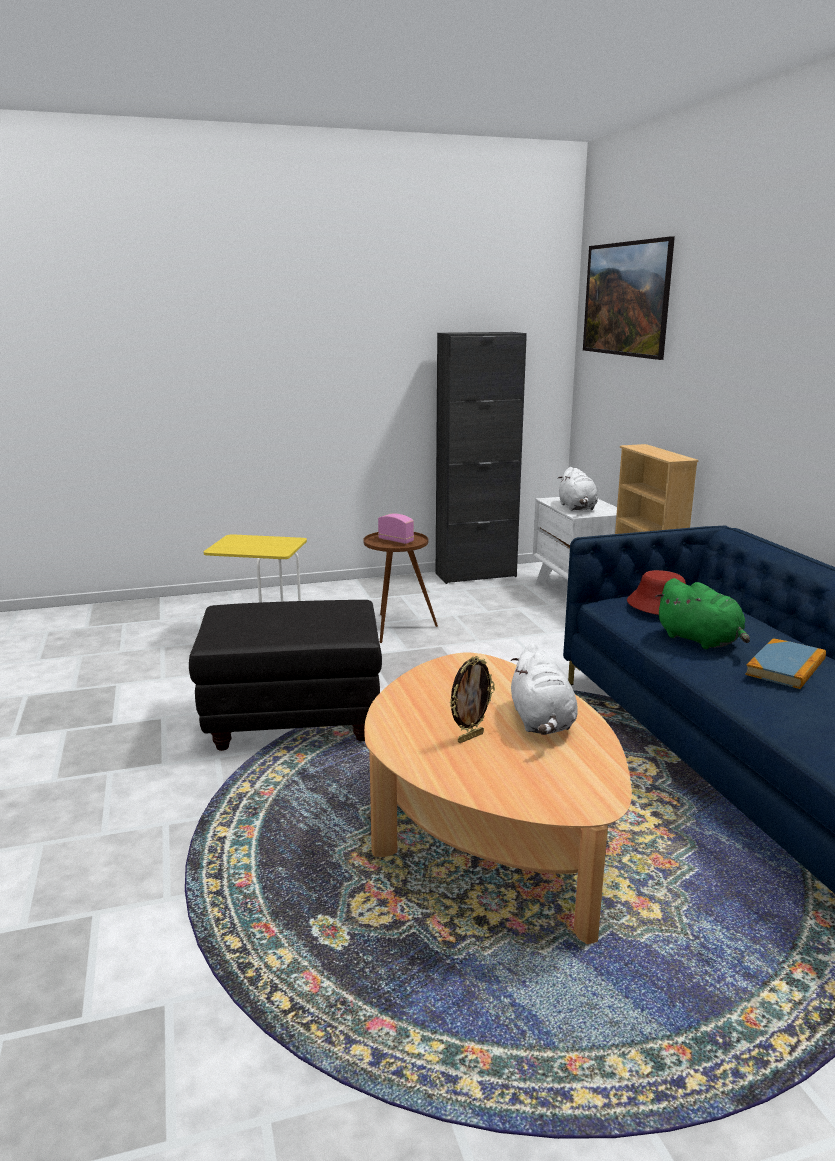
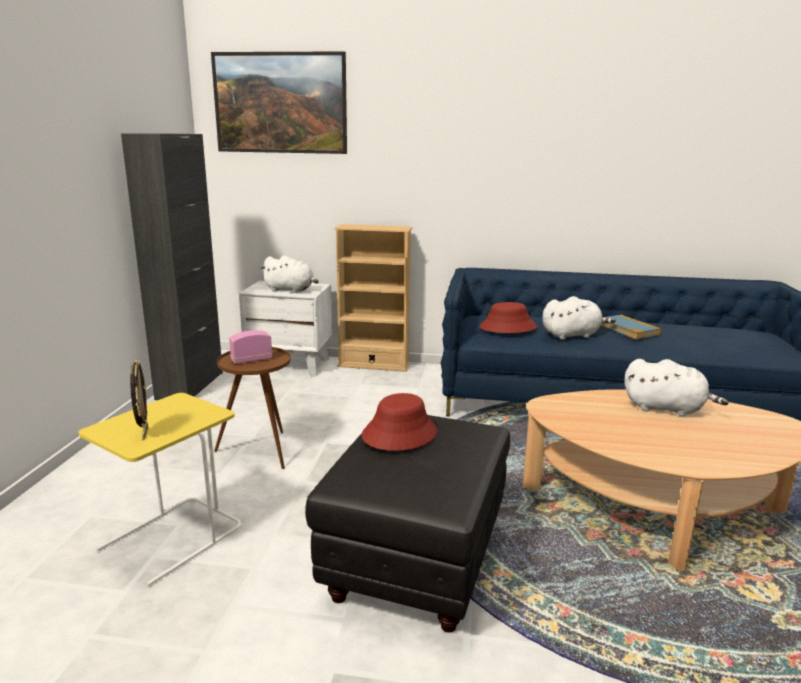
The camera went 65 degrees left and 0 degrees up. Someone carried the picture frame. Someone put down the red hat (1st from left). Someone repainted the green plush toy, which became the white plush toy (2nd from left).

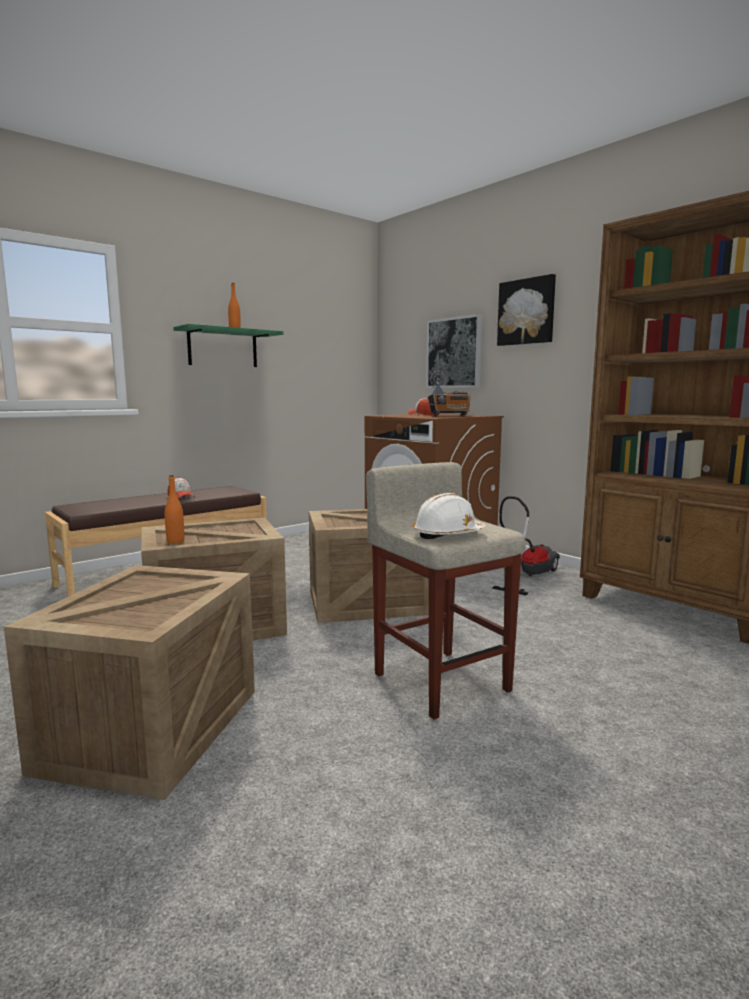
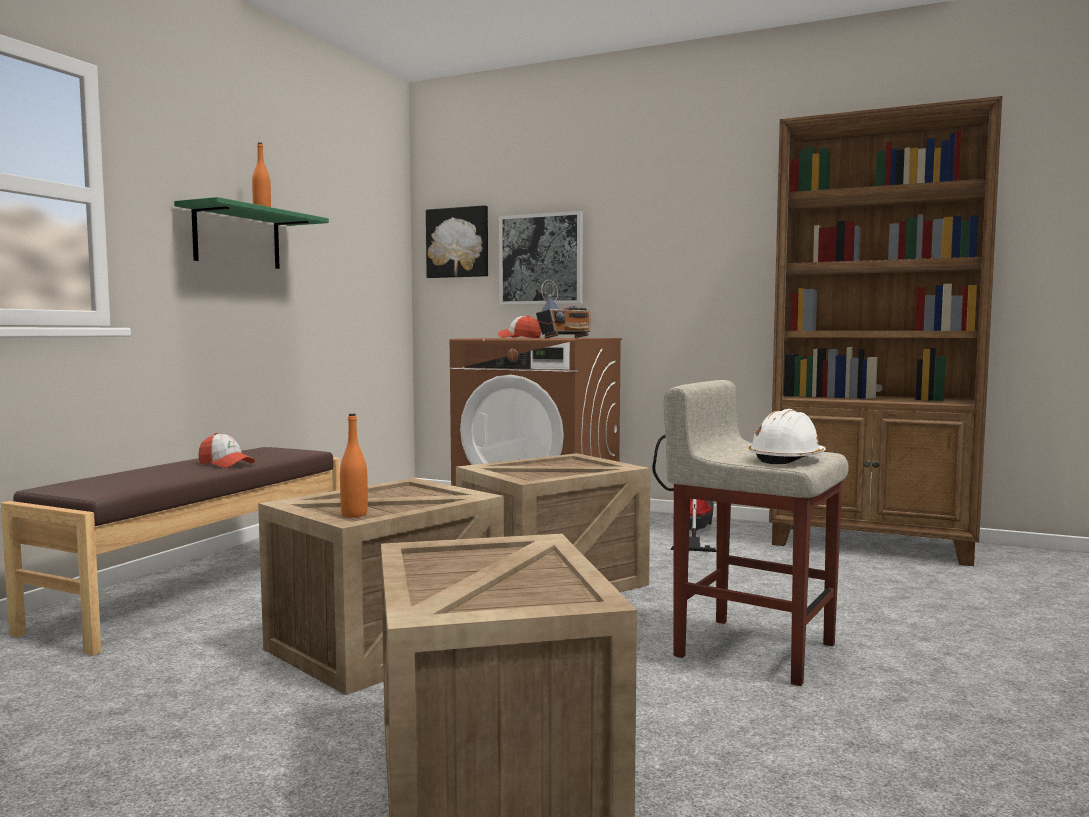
The camera went 25 degrees left and 5 degrees down. Someone carried the picture (2nd from left in the first image).

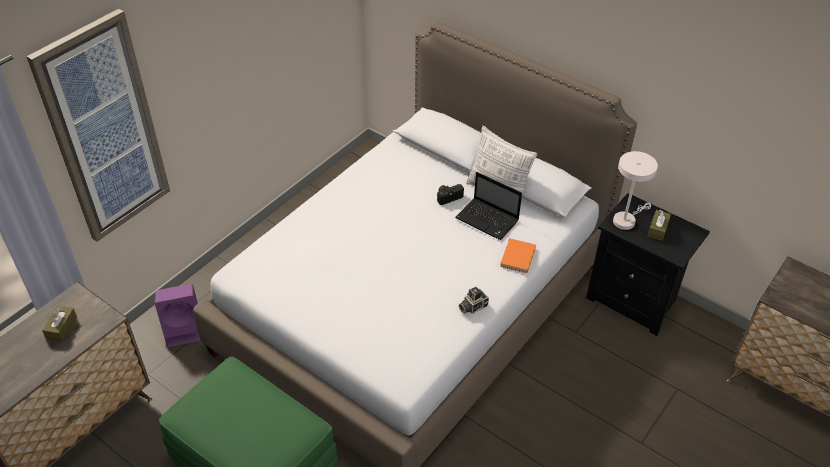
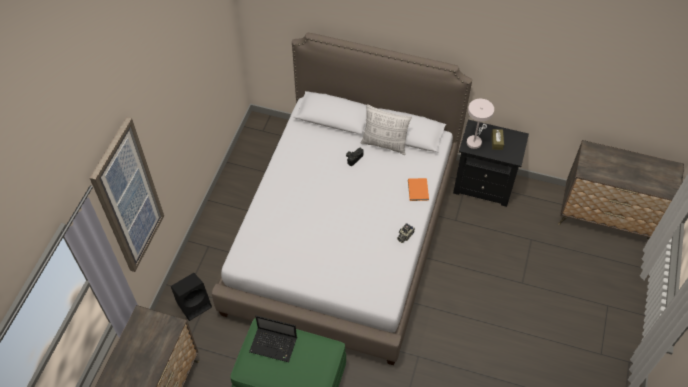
The camera went 20 degrees left and 10 degrees up. Someone repainted the purple speaker, which became the black speaker. Someone carried the laptop. Someone took away the brown tissue box (1st from left).

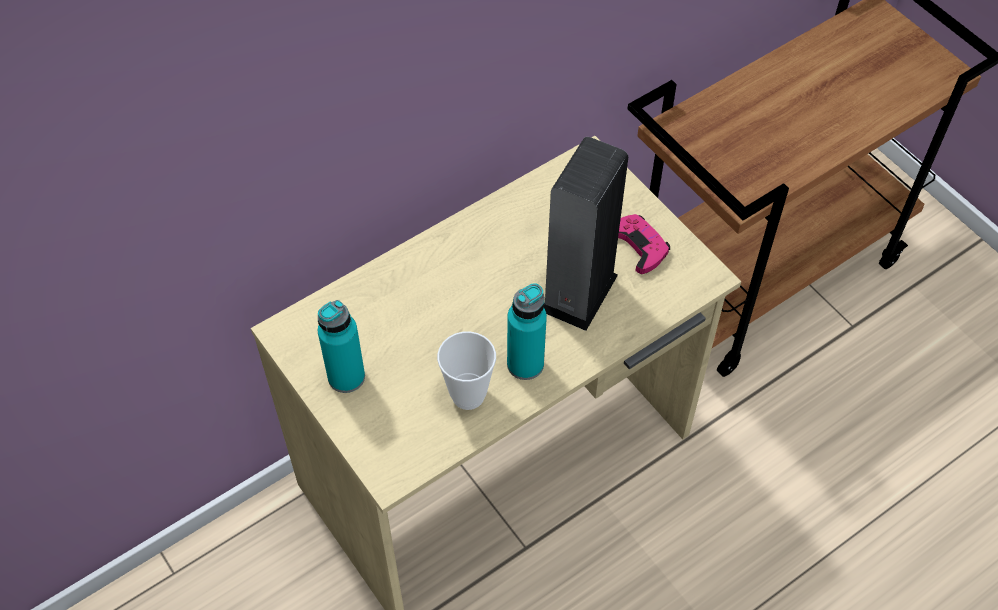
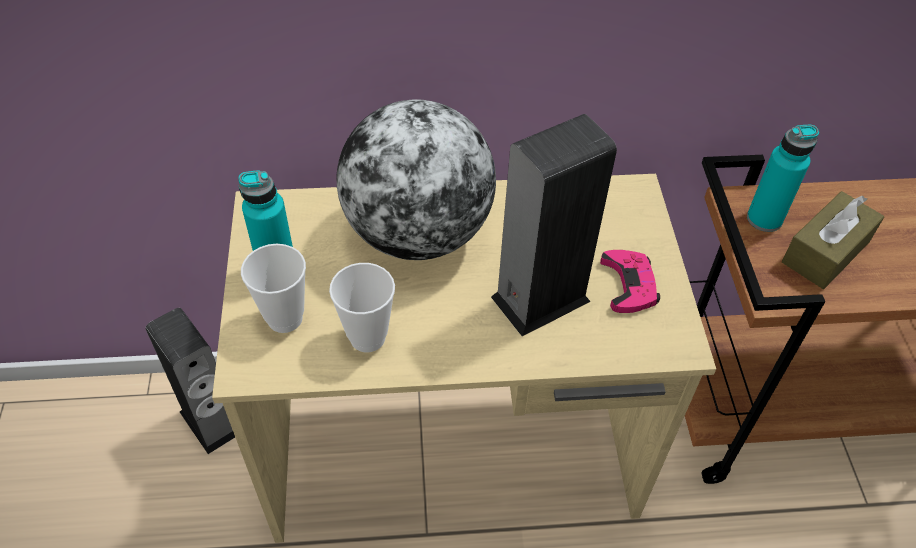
The camera went 30 degrees right and 5 degrees down. Someone put down the speaker (1st from left). Someone put down the cup (1st from left). Someone put down the globe. Someone carried the turquoise bottle (2nd from left). Someone put down the brown tissue box.

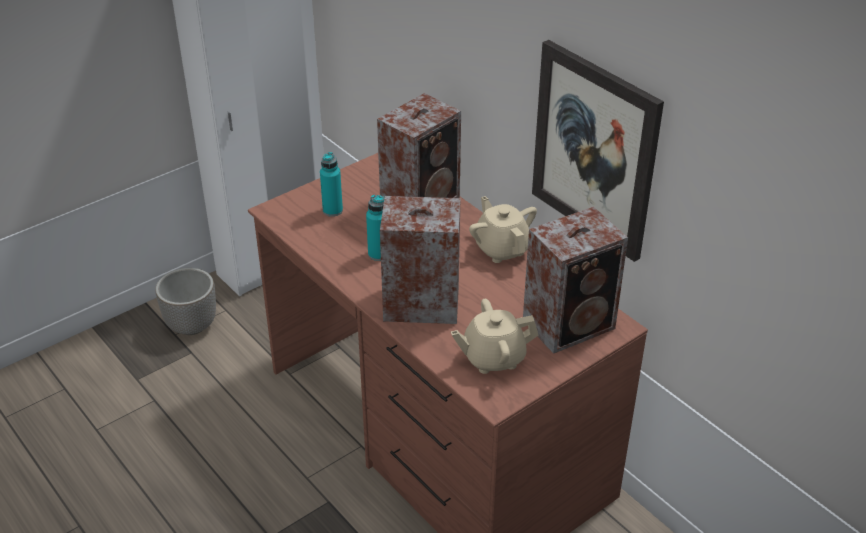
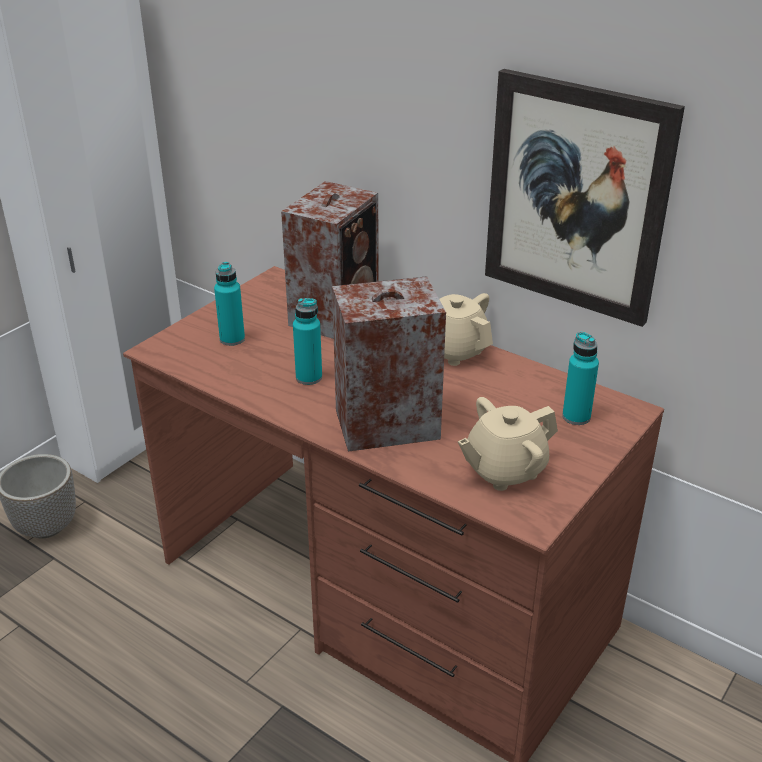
The camera went 15 degrees left and 5 degrees down. Someone swapped the speaker (3rd from left) for the turquoise bottle (3rd from left).

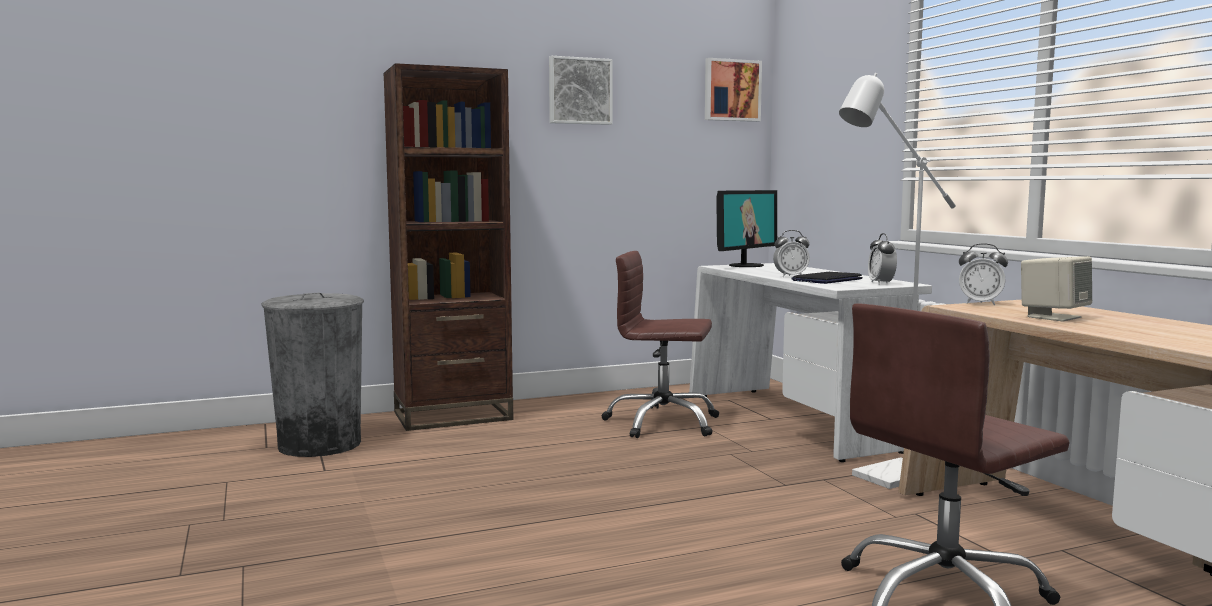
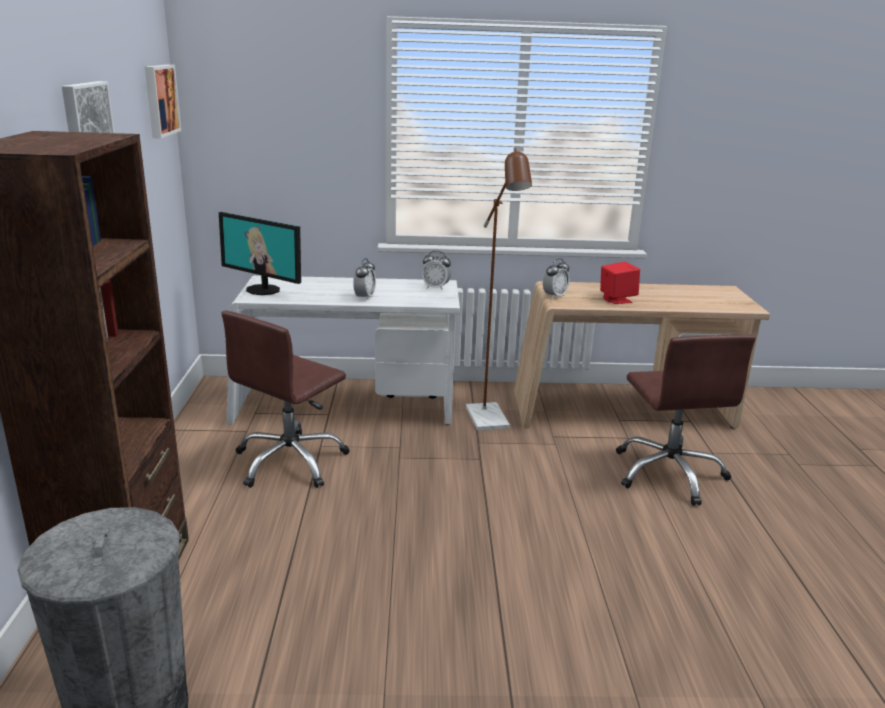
The camera went 70 degrees left and 15 degrees up. Someone rotated the monitor by 150 degrees clockwise. Someone repainted the white floor lamp, which became the brown floor lamp. Someone repainted the beige speaker, which became the red speaker. Someone took away the laptop.

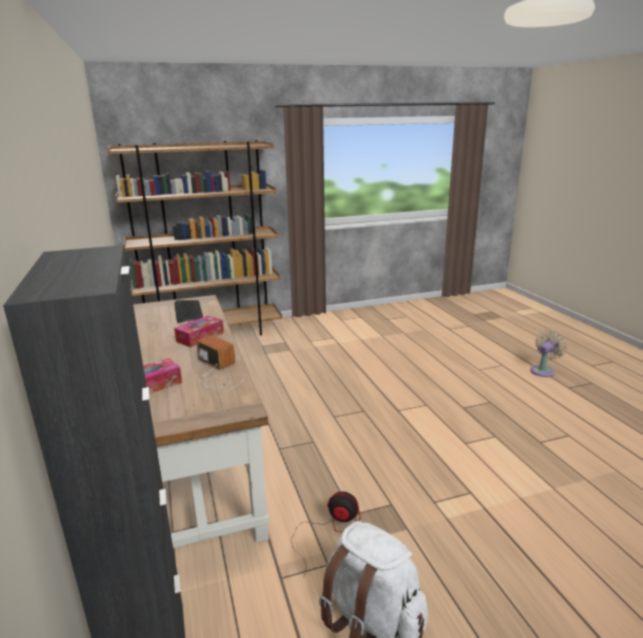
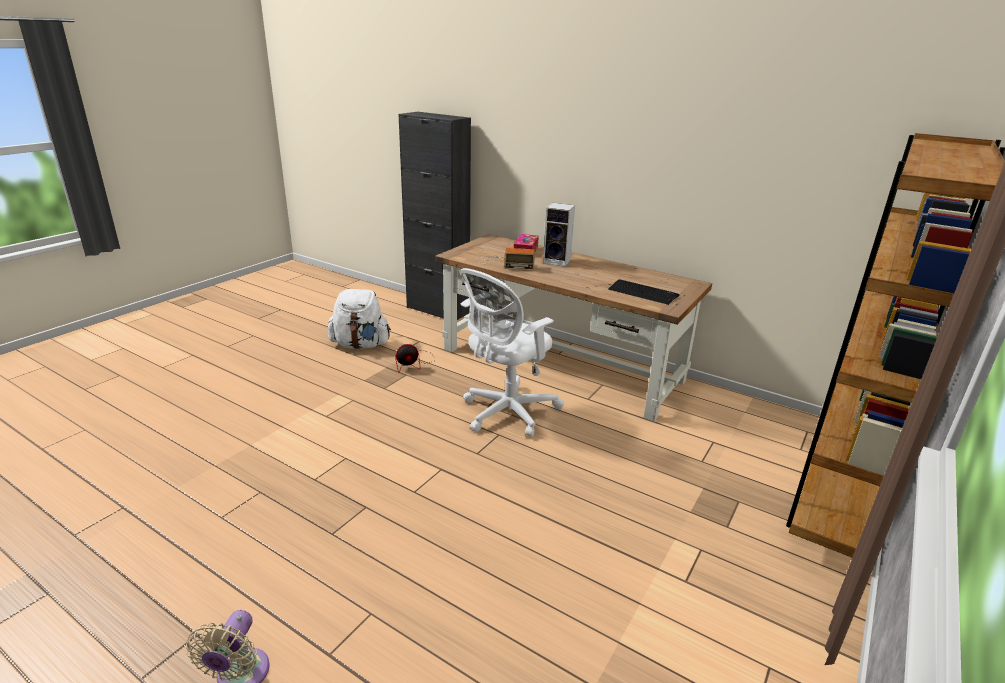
The camera went 140 degrees right and 5 degrees up. Someone put down the white office chair. Someone put down the speaker. Someone took away the tissue box (2nd from left).

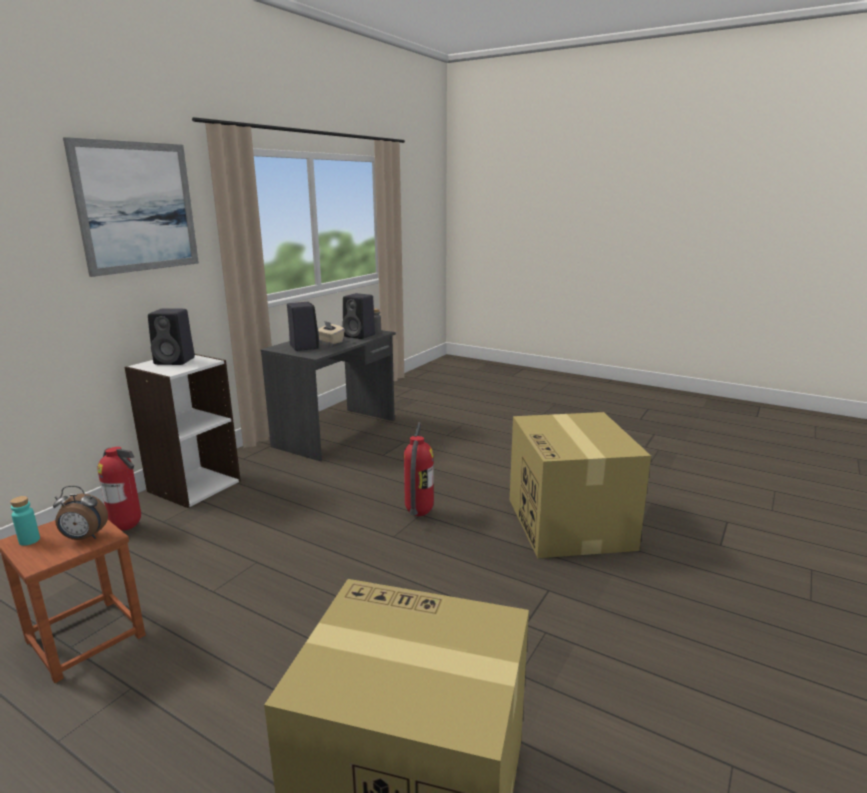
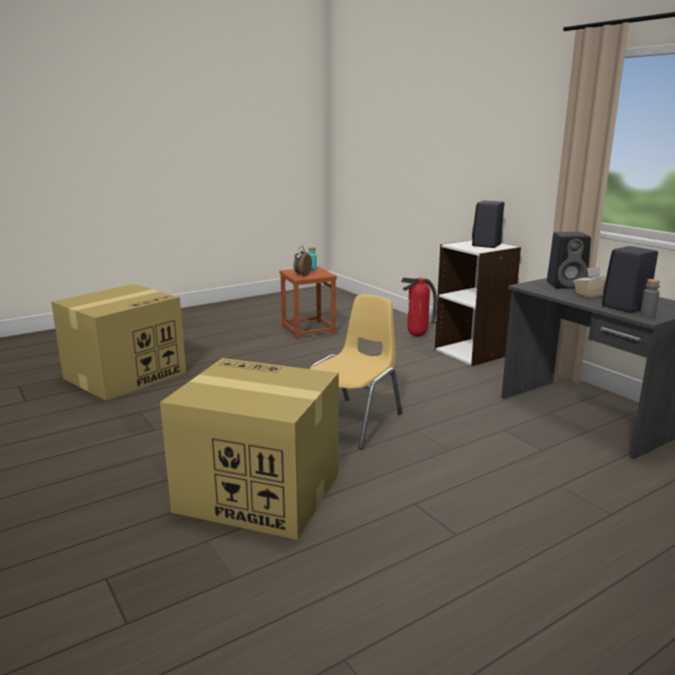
The camera went 115 degrees right and 0 degrees up. Someone swapped the fire extinguisher (2nd from left) for the yellow chair. Someone took away the picture.

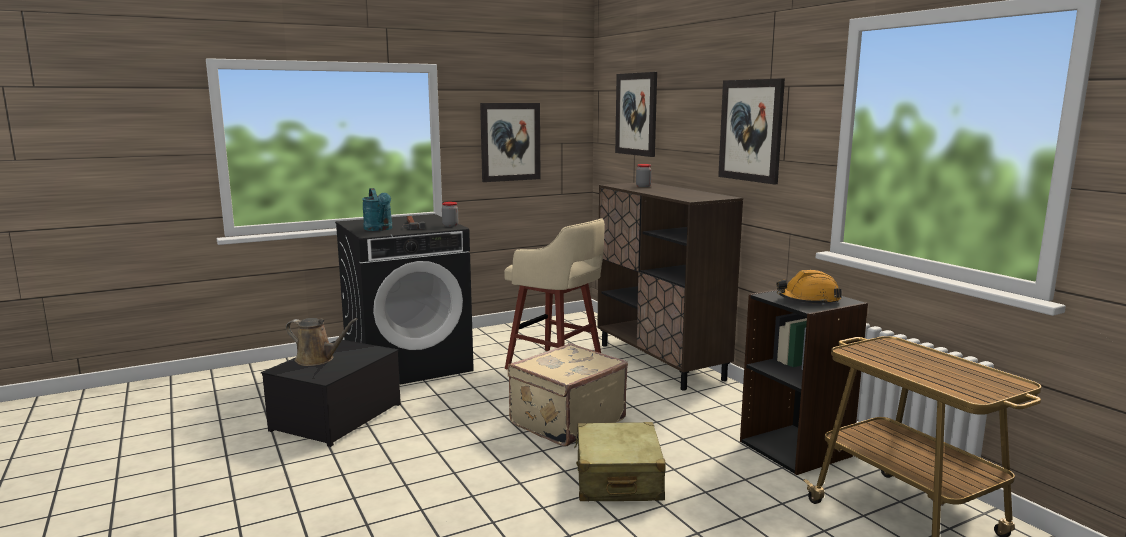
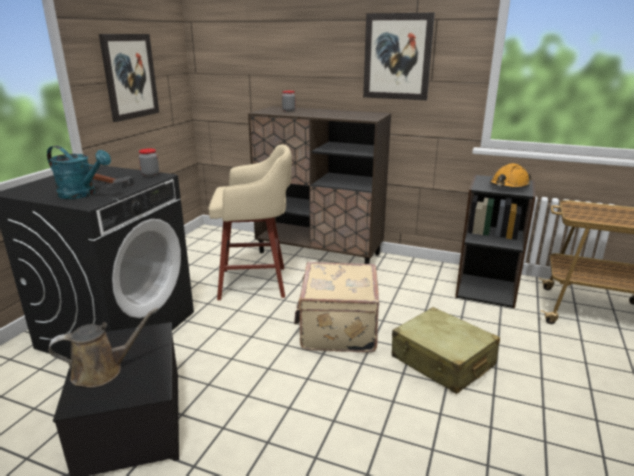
The camera went 40 degrees left and 10 degrees up. Someone took away the picture (2nd from left).

